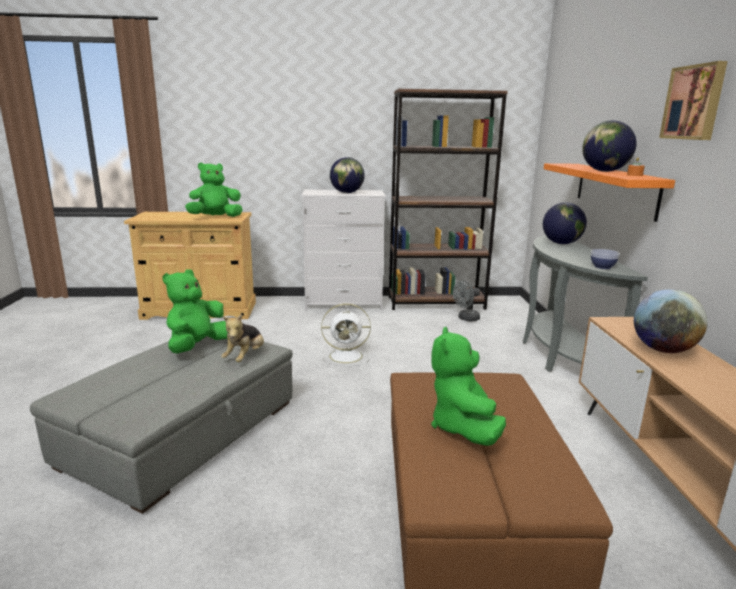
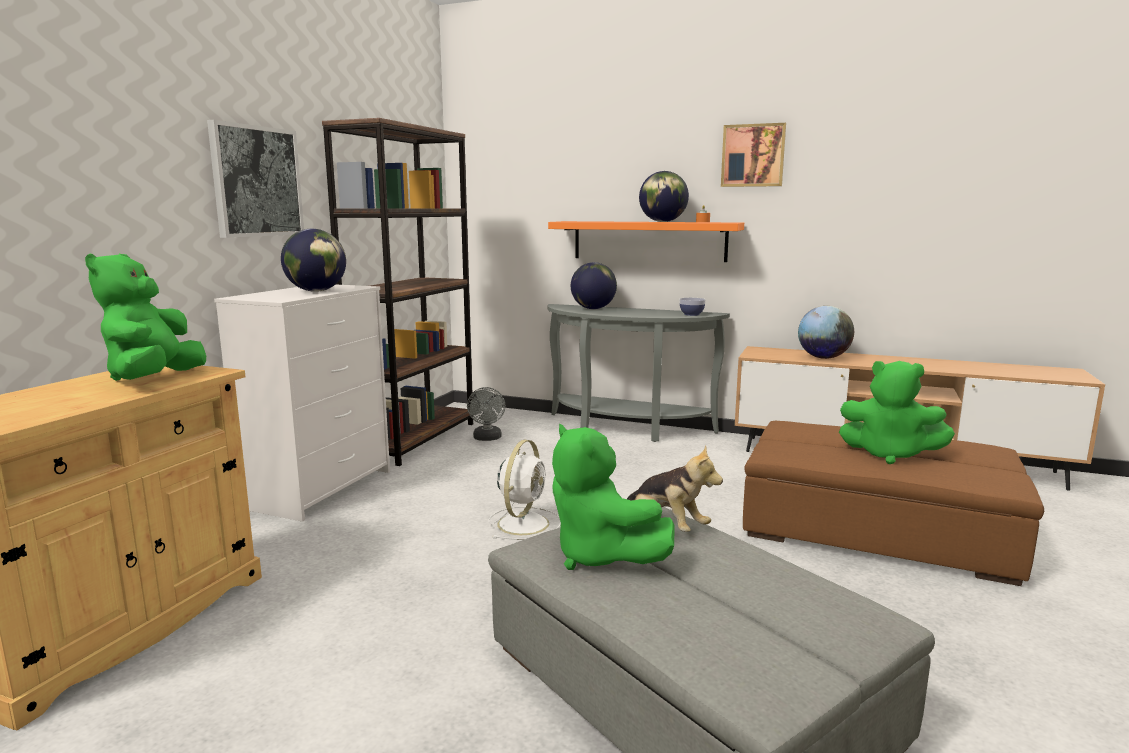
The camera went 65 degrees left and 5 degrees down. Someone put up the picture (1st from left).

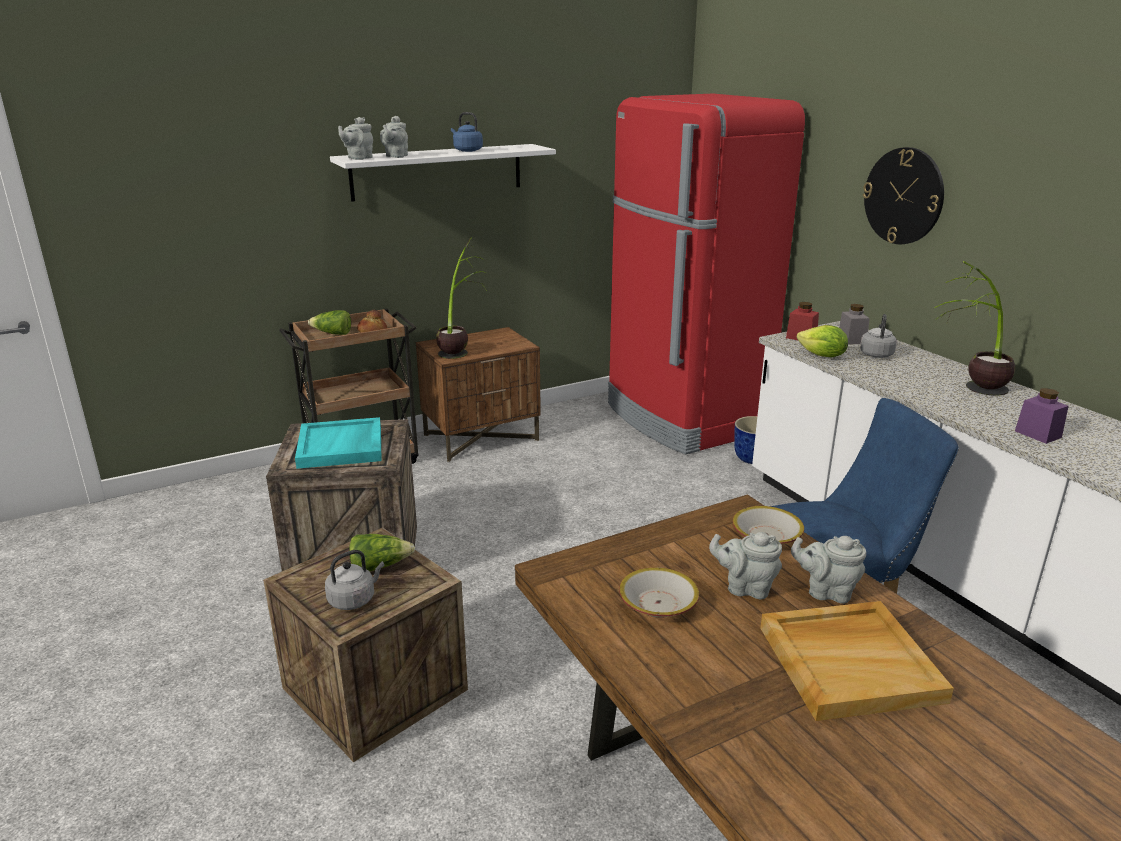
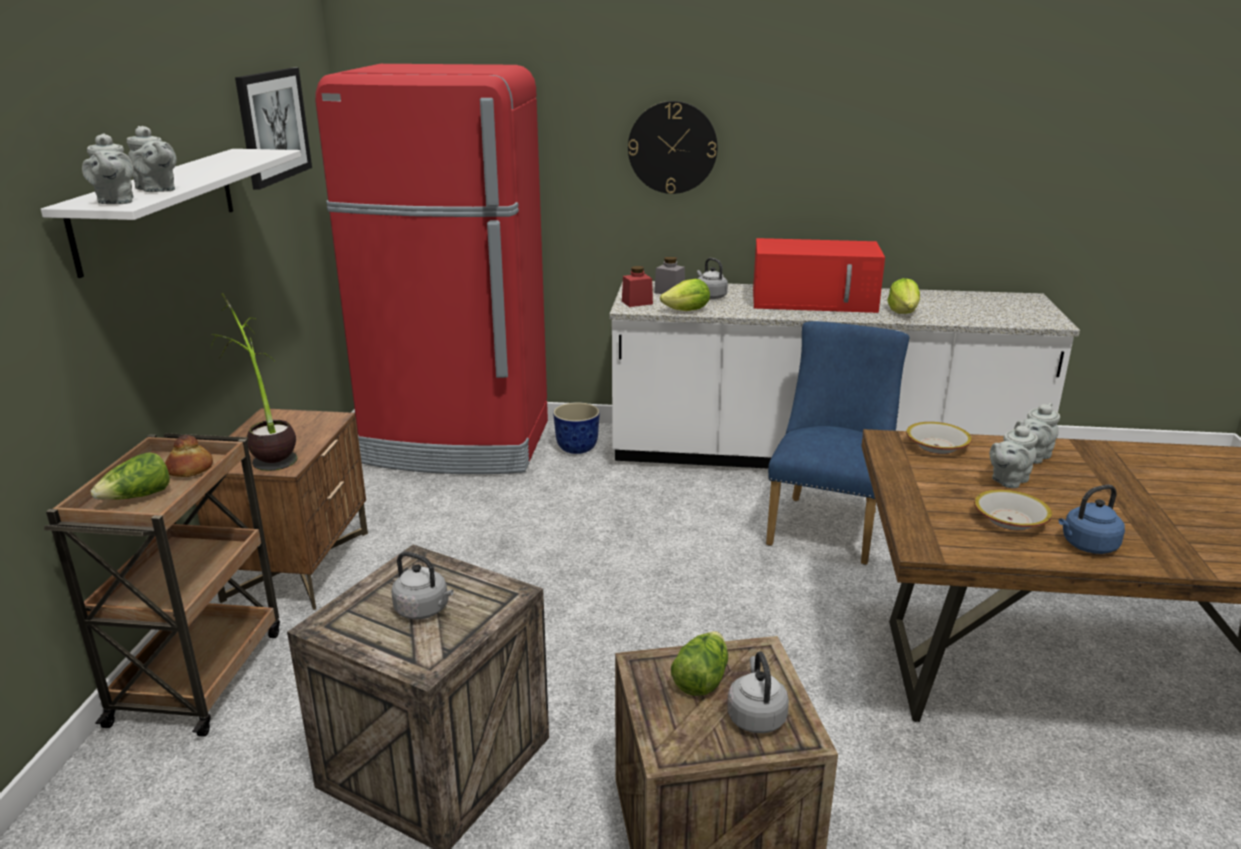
The camera went 55 degrees left and 0 degrees up. Someone put up the picture. Someone swapped the turquoise tray for the grey kettle (1st from left). Someone swapped the potted plant (2nd from left) for the red microwave. Someone swapped the purple jar for the lettuce (4th from left). Someone carried the blue kettle. Someone took away the beige tray.

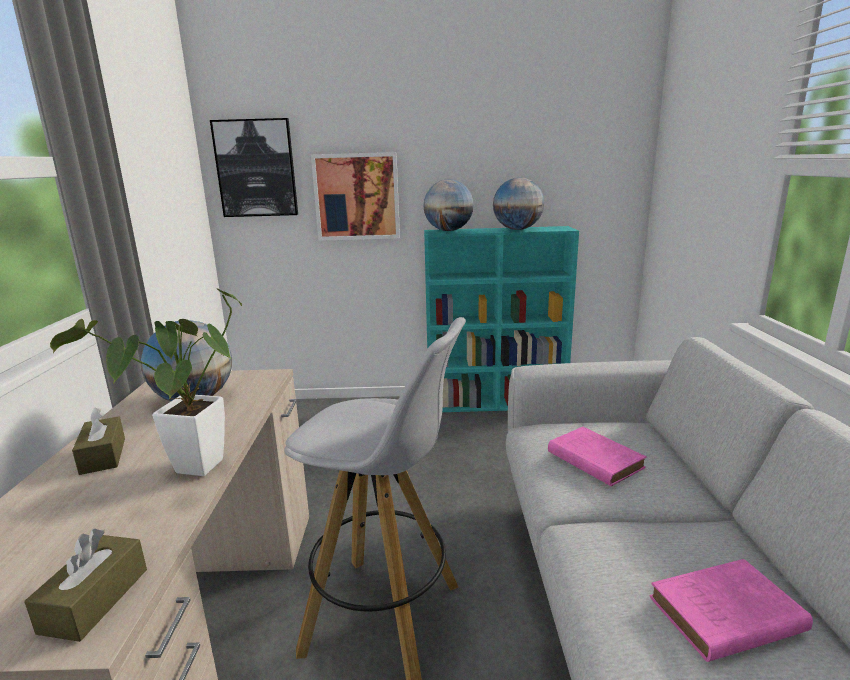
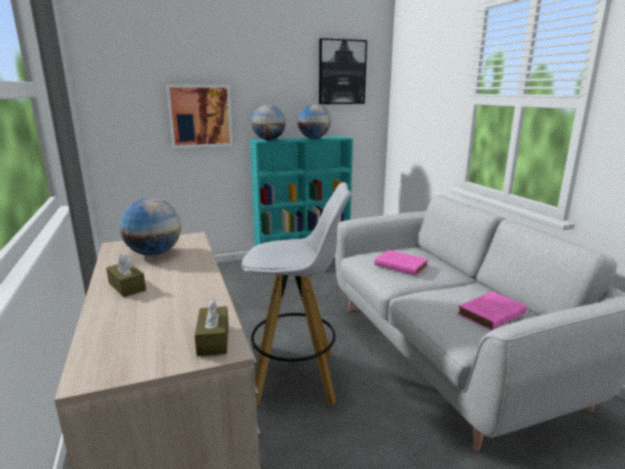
The camera went 20 degrees left and 0 degrees up. Someone carried the picture (1st from left in the first image). Someone took away the potted plant.

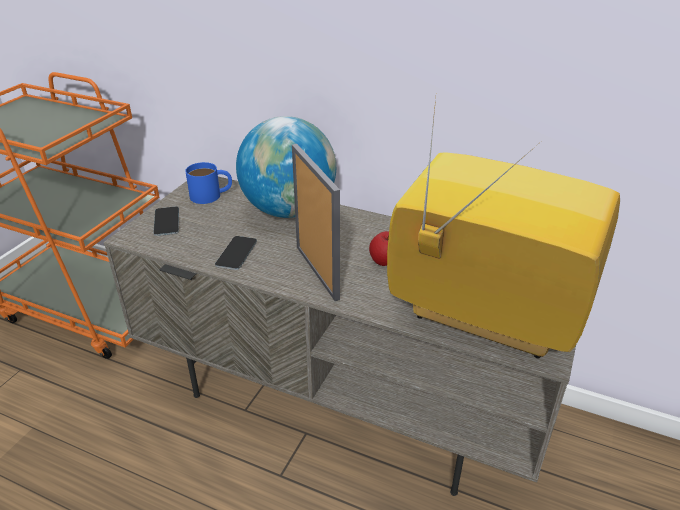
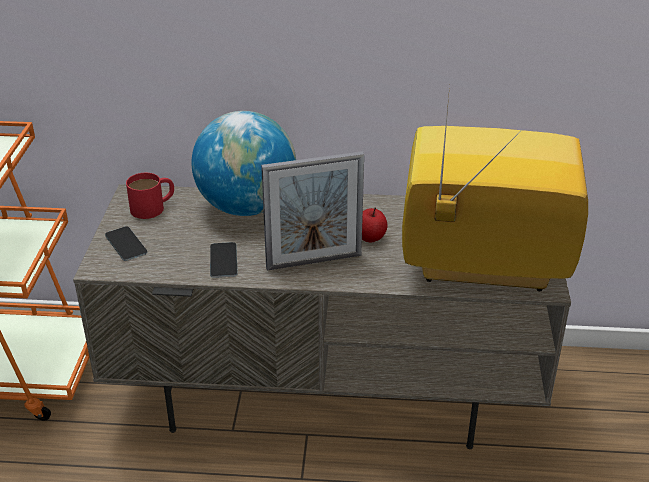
The camera went 20 degrees left and 0 degrees up. Someone repainted the blue mug, which became the red mug. Someone rotated the picture frame by 120 degrees clockwise.

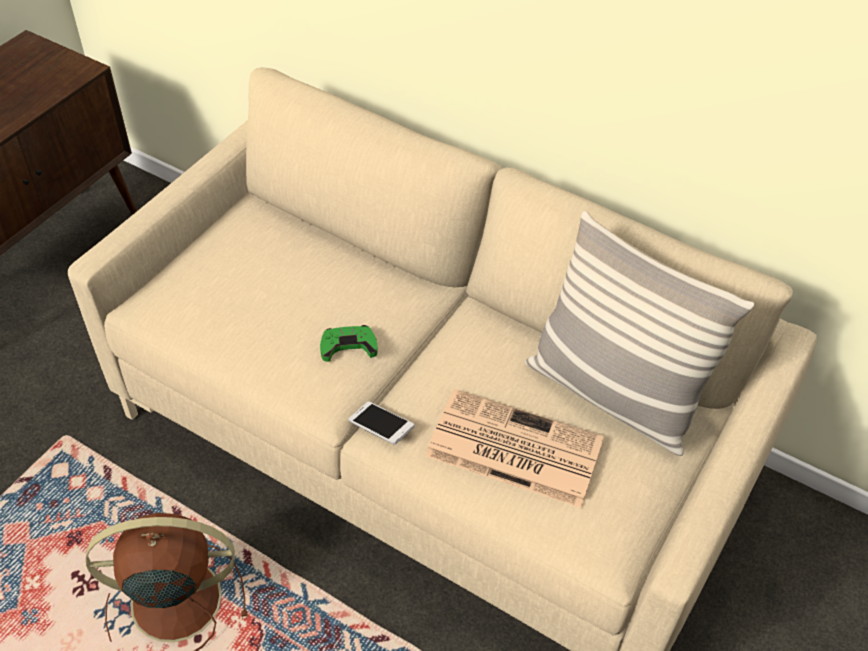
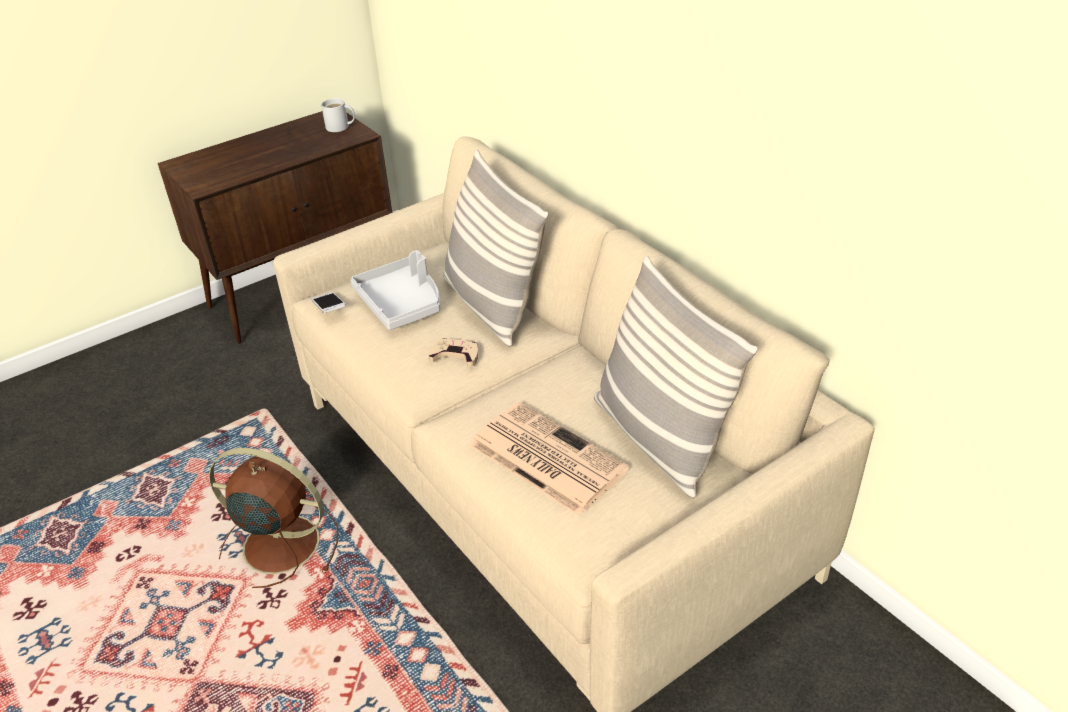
The camera went 25 degrees right and 10 degrees down. Someone carried the phone. Someone put down the white mug. Someone put down the grey tray. Someone repainted the green game controller, which became the beige game controller. Someone put down the pillow (1st from left).

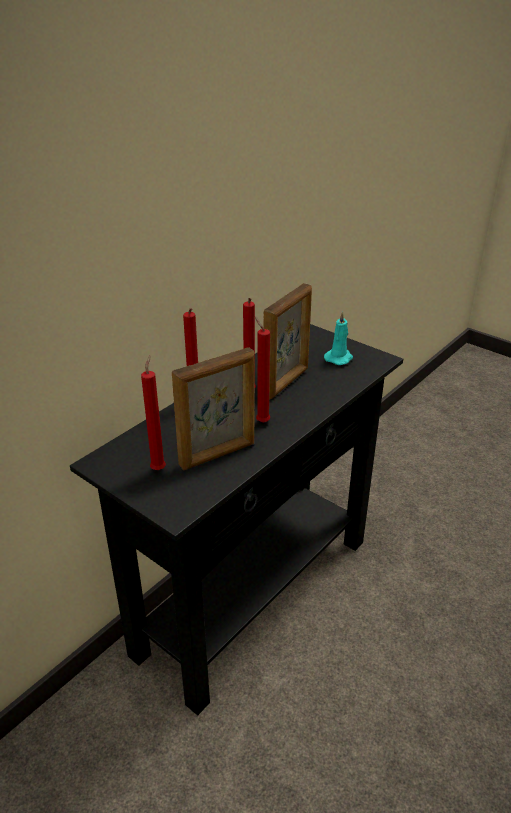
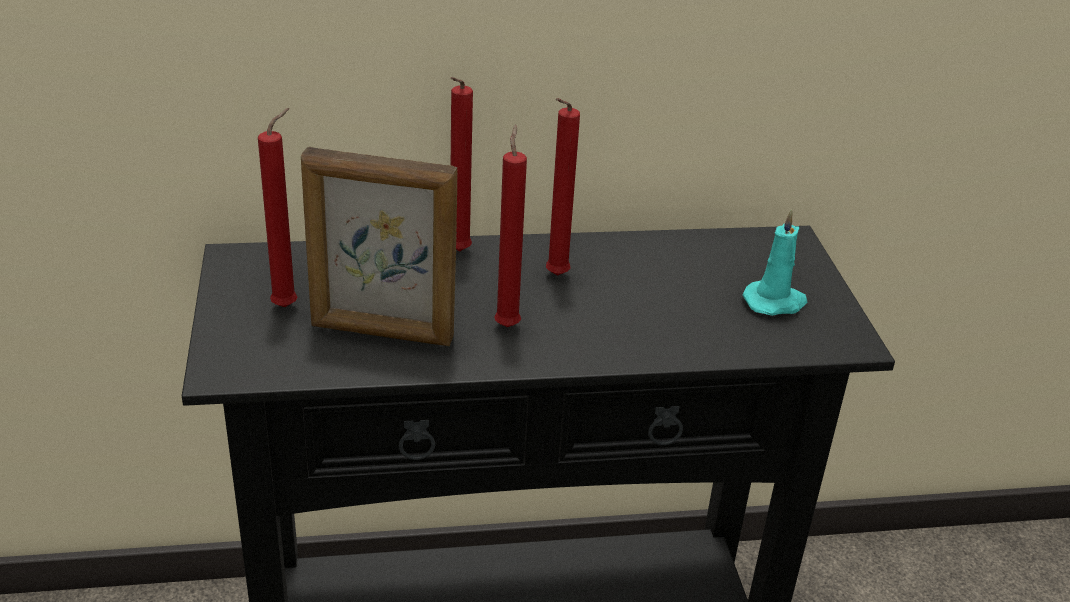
The camera went 40 degrees right and 0 degrees up. Someone took away the picture frame (2nd from left).

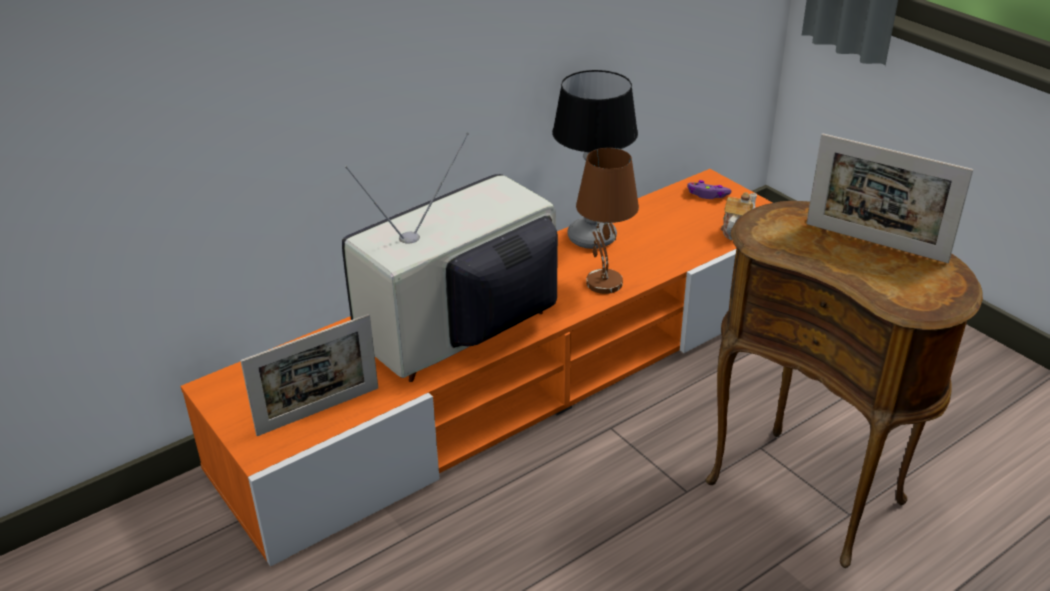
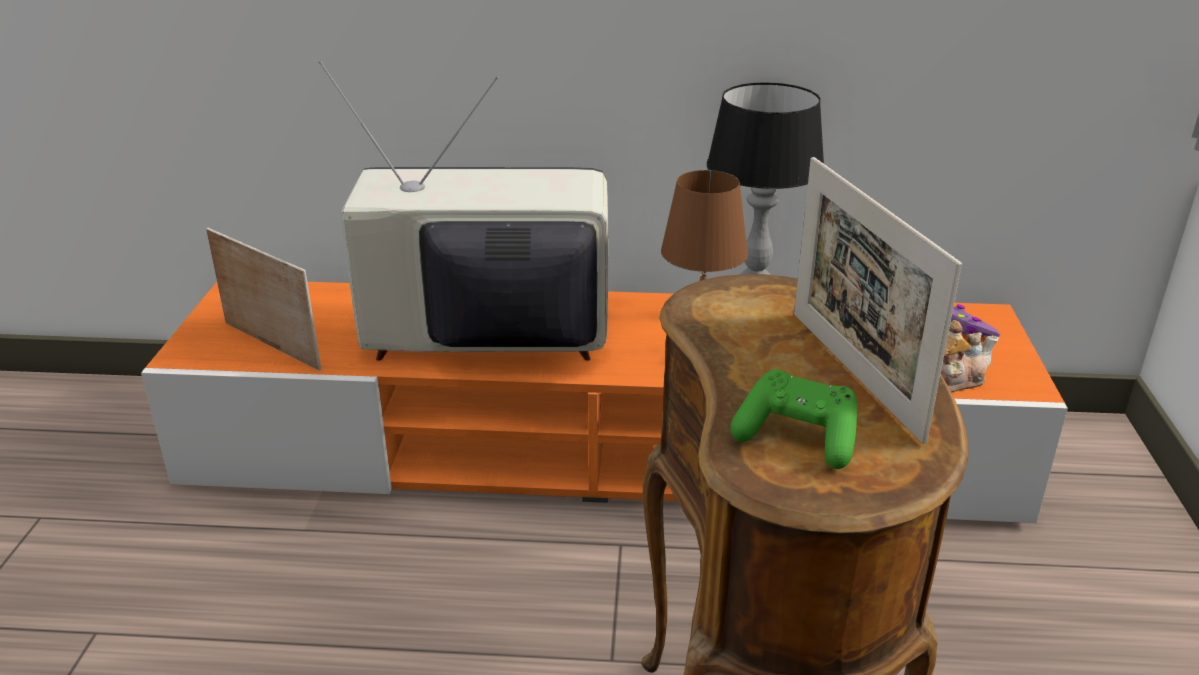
The camera went 40 degrees right and 5 degrees down. Someone rotated the picture frame (1st from left) by 150 degrees counterclockwise. Someone put down the green game controller.

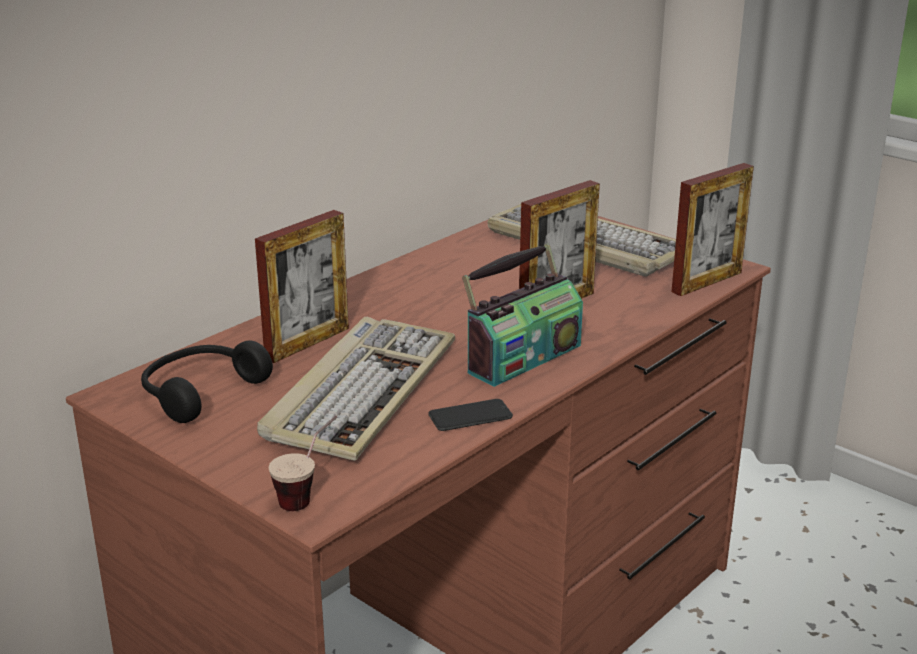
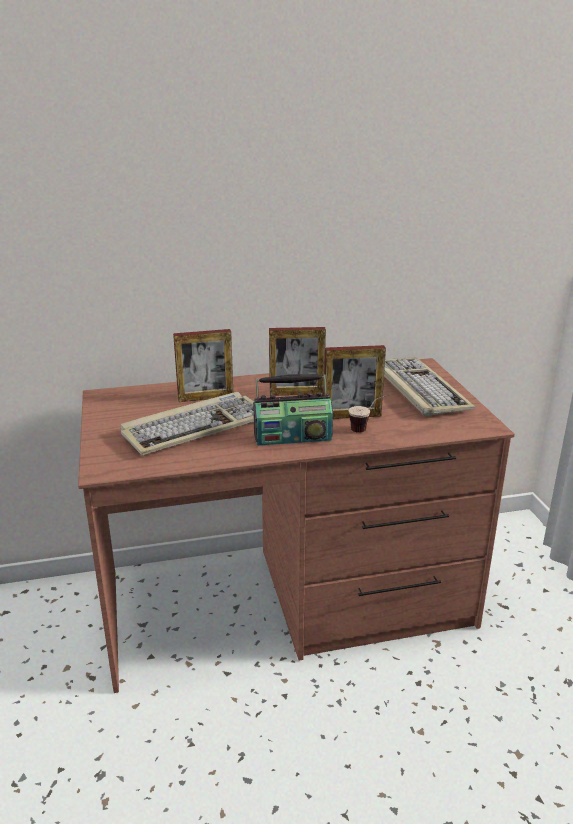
The camera went 35 degrees right and 0 degrees up. Someone carried the picture frame (3rd from left in the first image). Someone carried the cup. Someone took away the black headphones. Someone took away the phone.

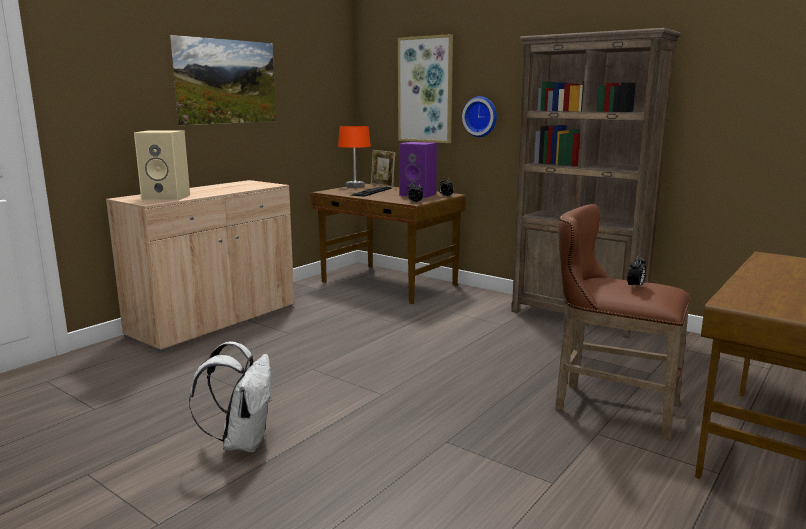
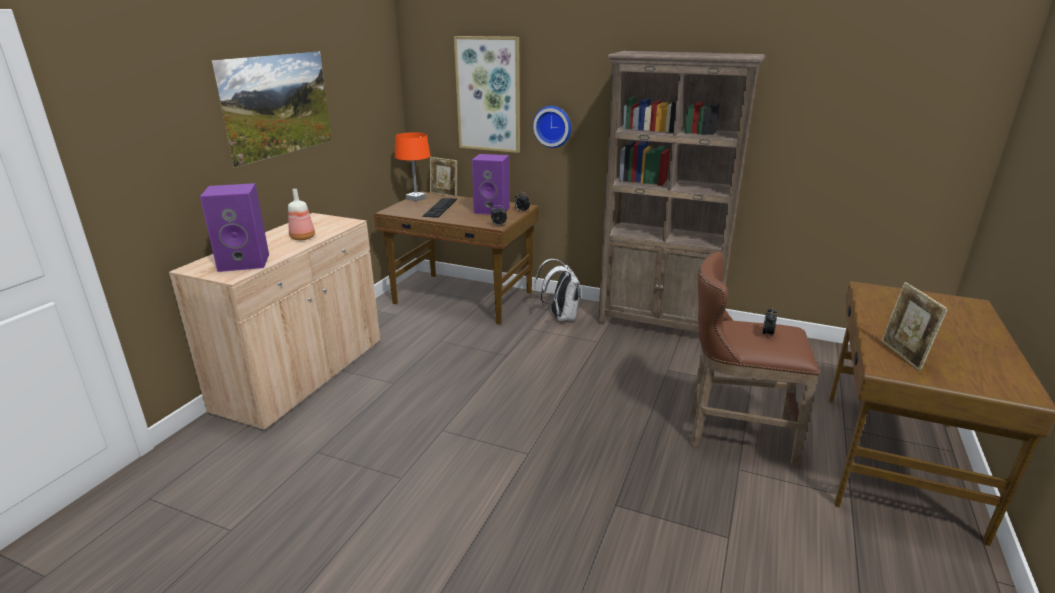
The camera went 15 degrees left and 10 degrees up. Someone repainted the beige speaker, which became the purple speaker (1st from left). Someone put down the bottle. Someone carried the white backpack. Someone put down the picture frame (2nd from left).

